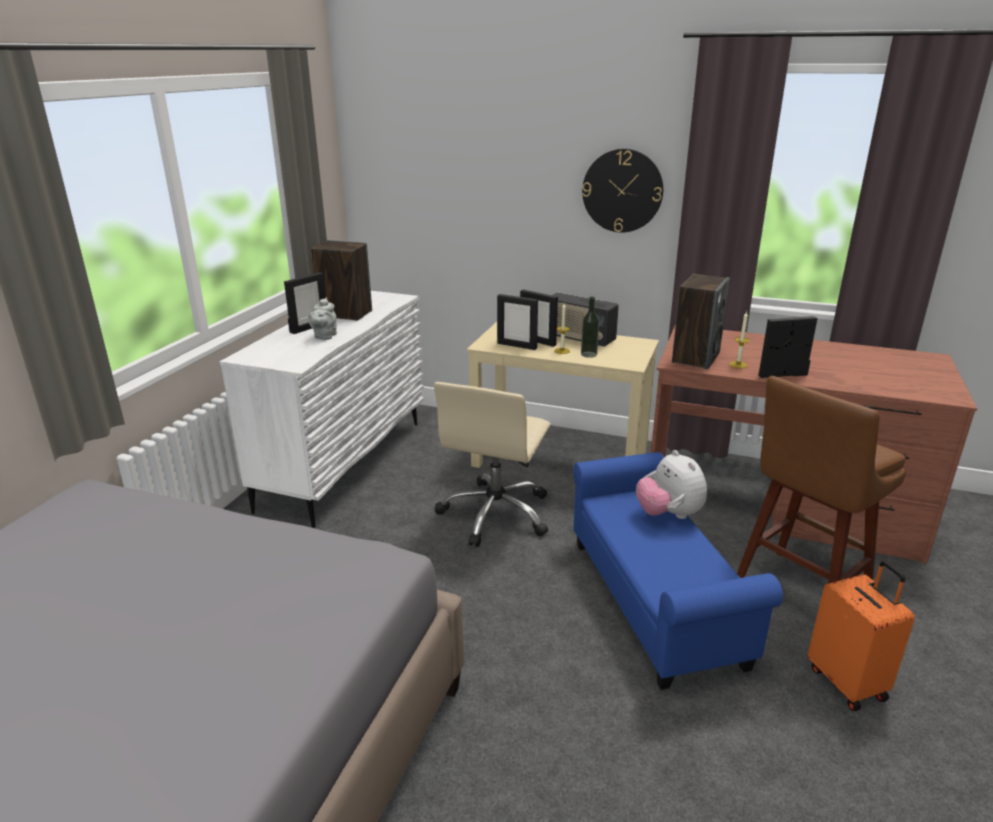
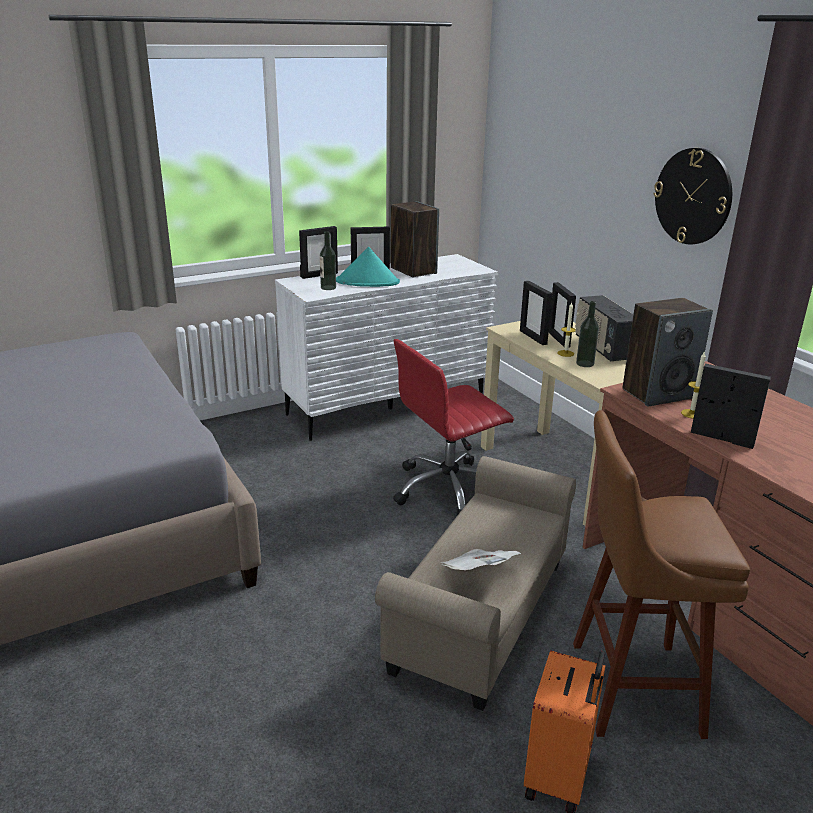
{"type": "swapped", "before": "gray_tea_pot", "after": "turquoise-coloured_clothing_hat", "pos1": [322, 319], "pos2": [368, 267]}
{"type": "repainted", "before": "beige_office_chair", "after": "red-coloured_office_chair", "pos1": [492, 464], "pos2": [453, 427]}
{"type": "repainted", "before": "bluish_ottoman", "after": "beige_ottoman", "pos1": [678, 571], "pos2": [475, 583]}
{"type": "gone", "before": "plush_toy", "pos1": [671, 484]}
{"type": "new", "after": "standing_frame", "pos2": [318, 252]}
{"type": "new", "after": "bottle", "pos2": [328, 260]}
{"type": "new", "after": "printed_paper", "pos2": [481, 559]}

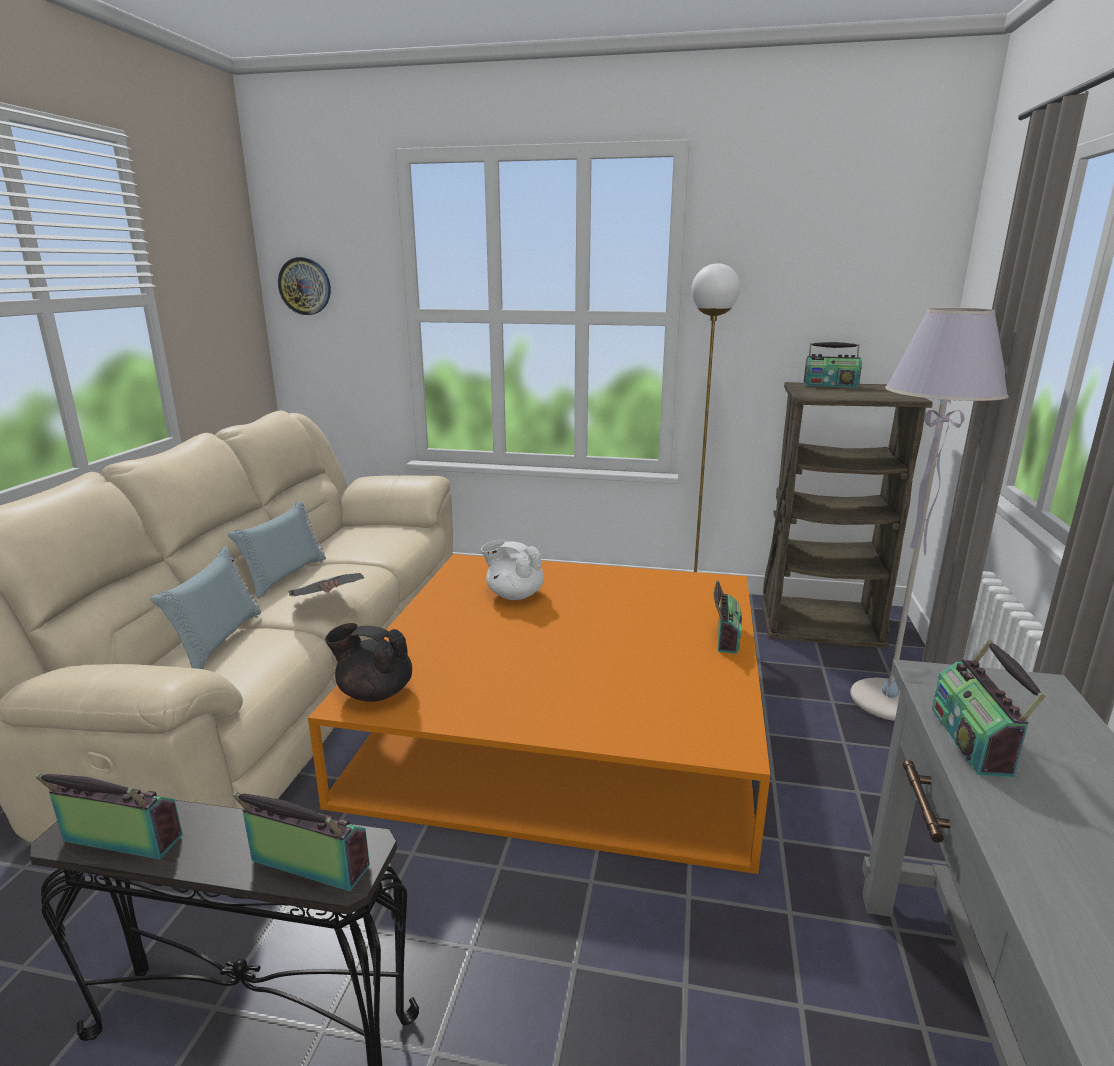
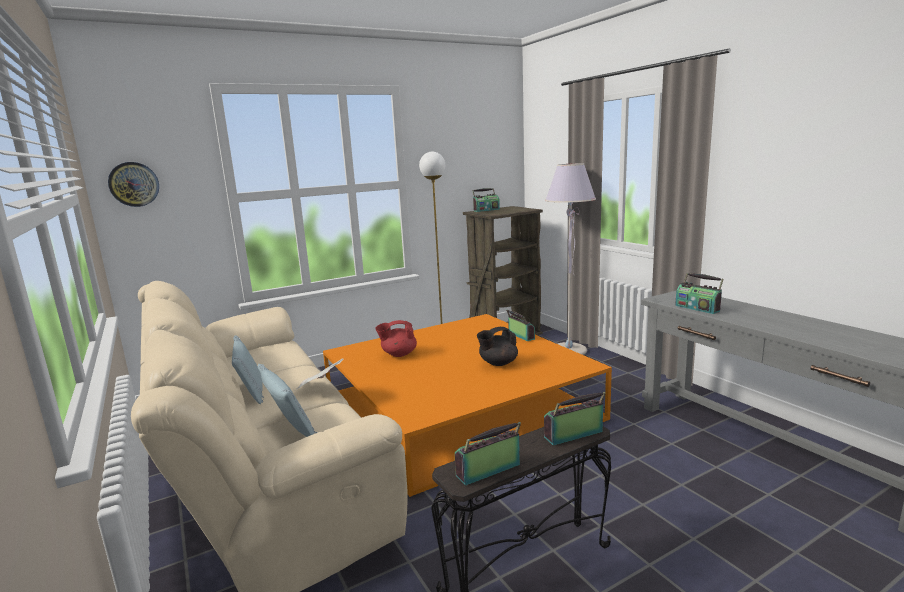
{"type": "shifted", "before": "blackish_tea_pot", "pos1": [368, 662], "pos2": [497, 346]}
{"type": "repainted", "before": "white-coloured_tea_pot", "after": "red-coloured_tea_pot", "pos1": [512, 570], "pos2": [396, 338]}

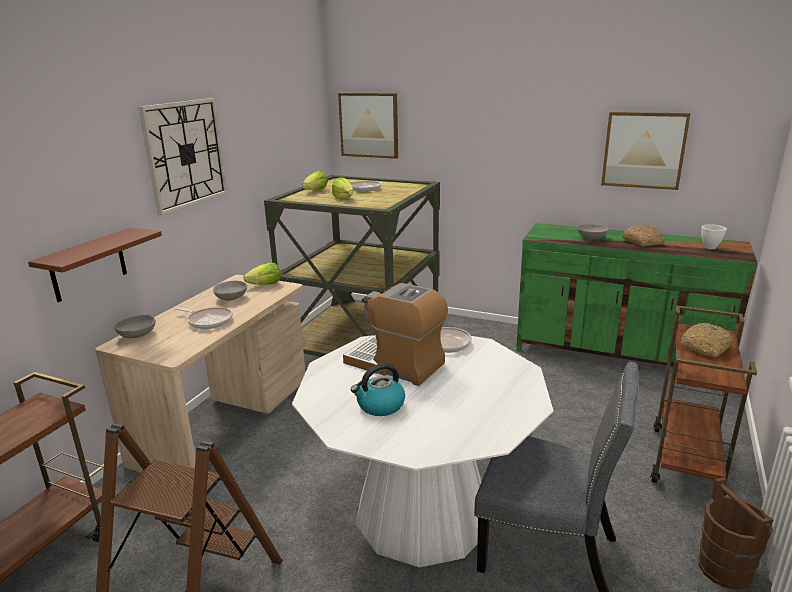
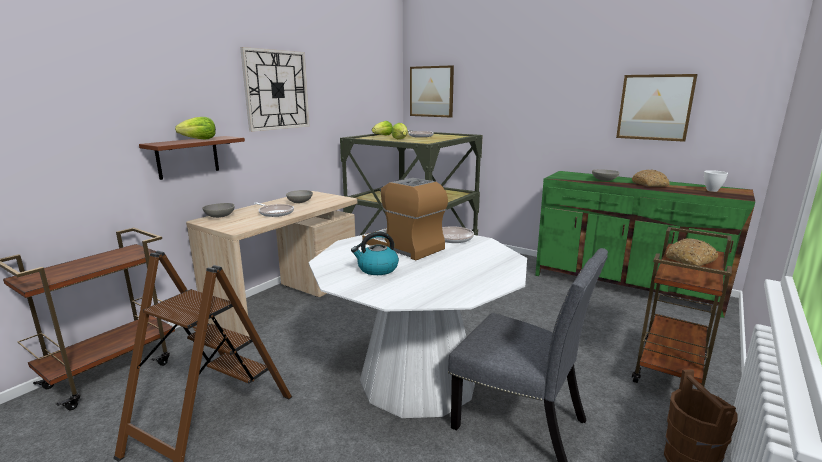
{"type": "shifted", "before": "lettuce", "pos1": [262, 273], "pos2": [195, 128]}

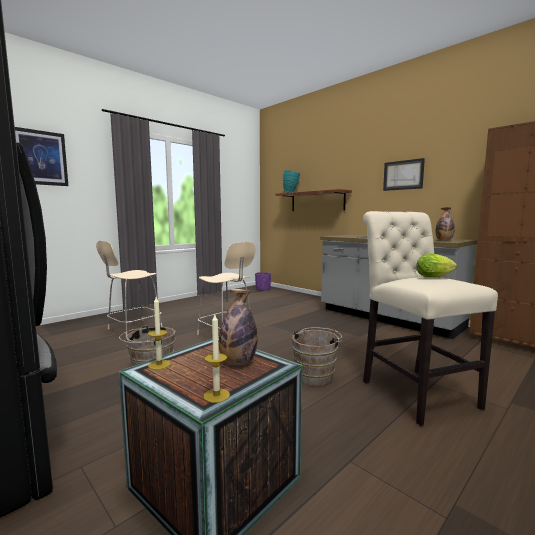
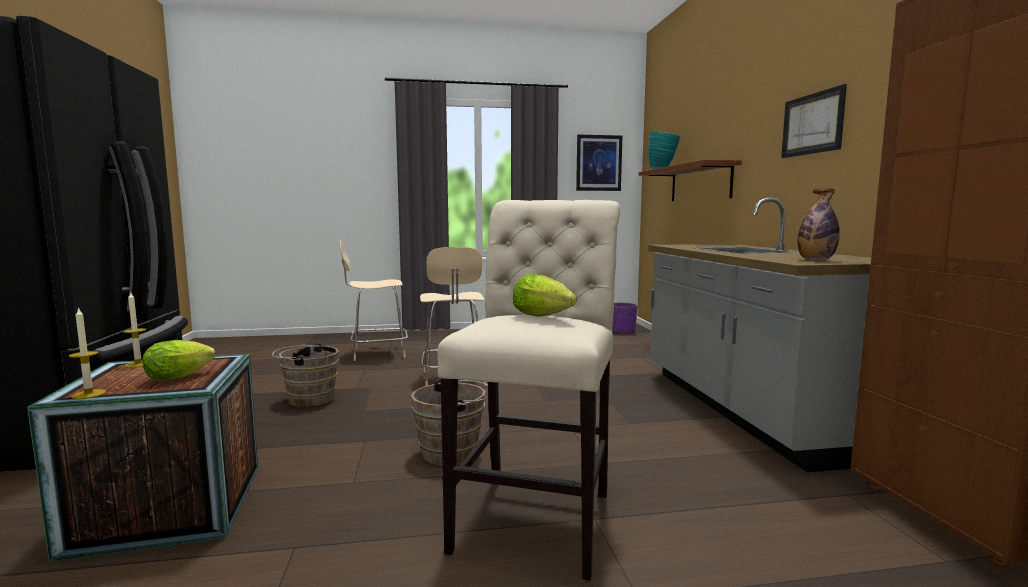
{"type": "shifted", "before": "picture", "pos1": [41, 156], "pos2": [599, 163]}
{"type": "swapped", "before": "bottle", "after": "lettuce", "pos1": [238, 327], "pos2": [178, 360]}

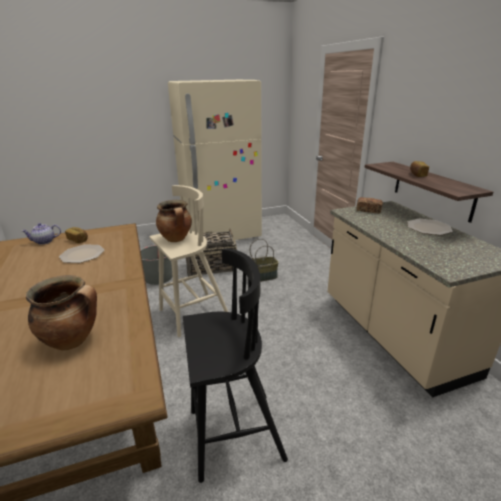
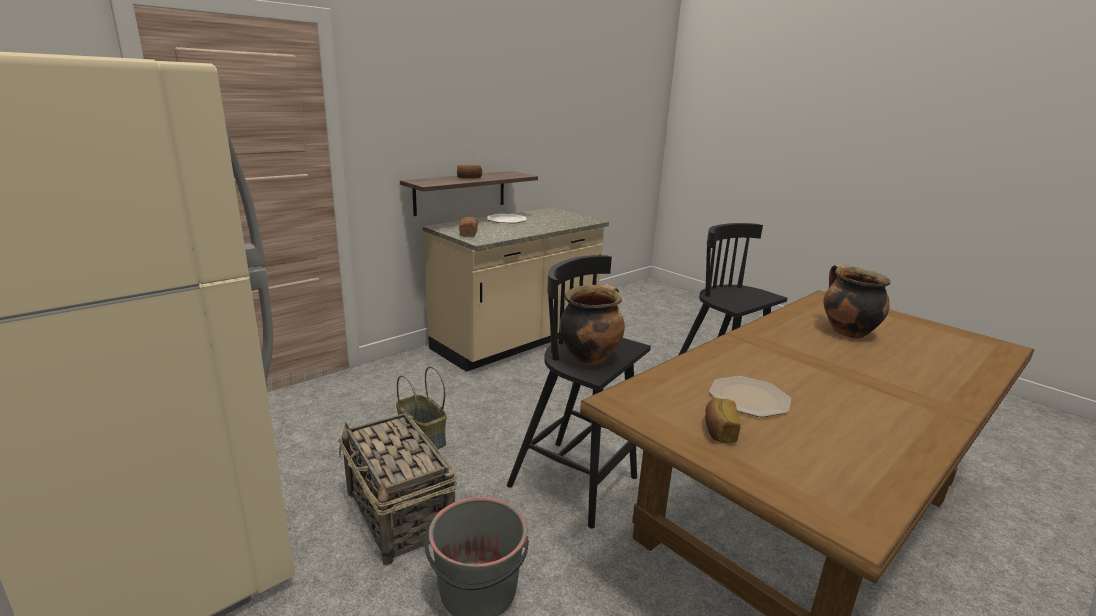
{"type": "gone", "before": "tea_pot", "pos1": [41, 234]}
{"type": "repainted", "before": "beige_stool_seat", "after": "blackish_stool_seat", "pos1": [188, 261], "pos2": [579, 392]}

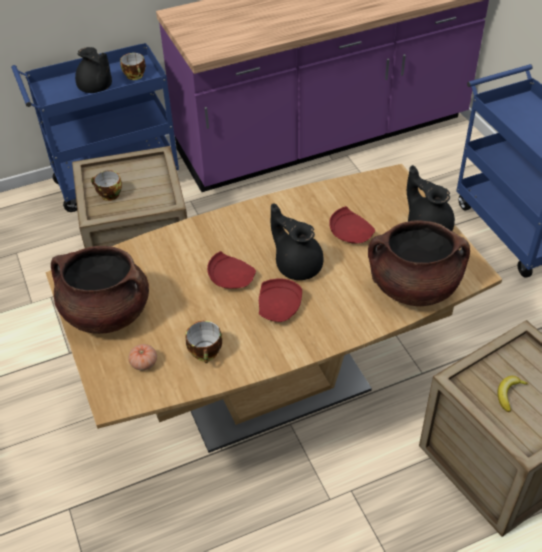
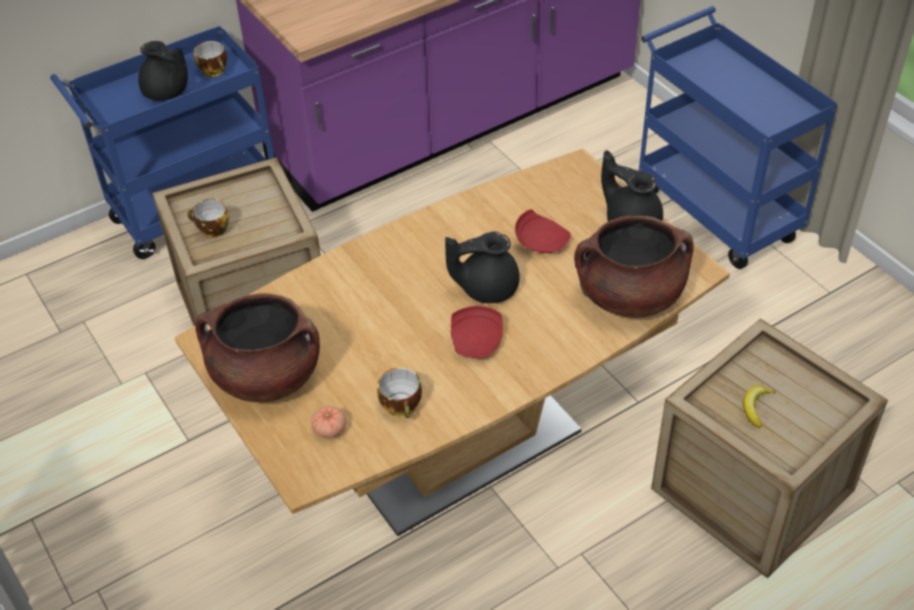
{"type": "gone", "before": "red-coloured_flat_dish", "pos1": [231, 270]}
{"type": "rotated", "before": "blackish_tea_pot", "pos1": [297, 241], "pos2": [482, 267], "turn": -45}

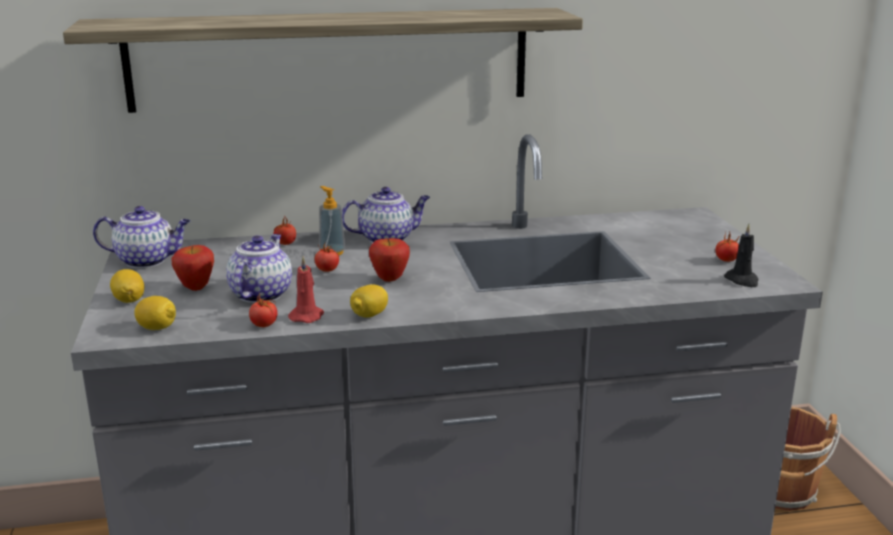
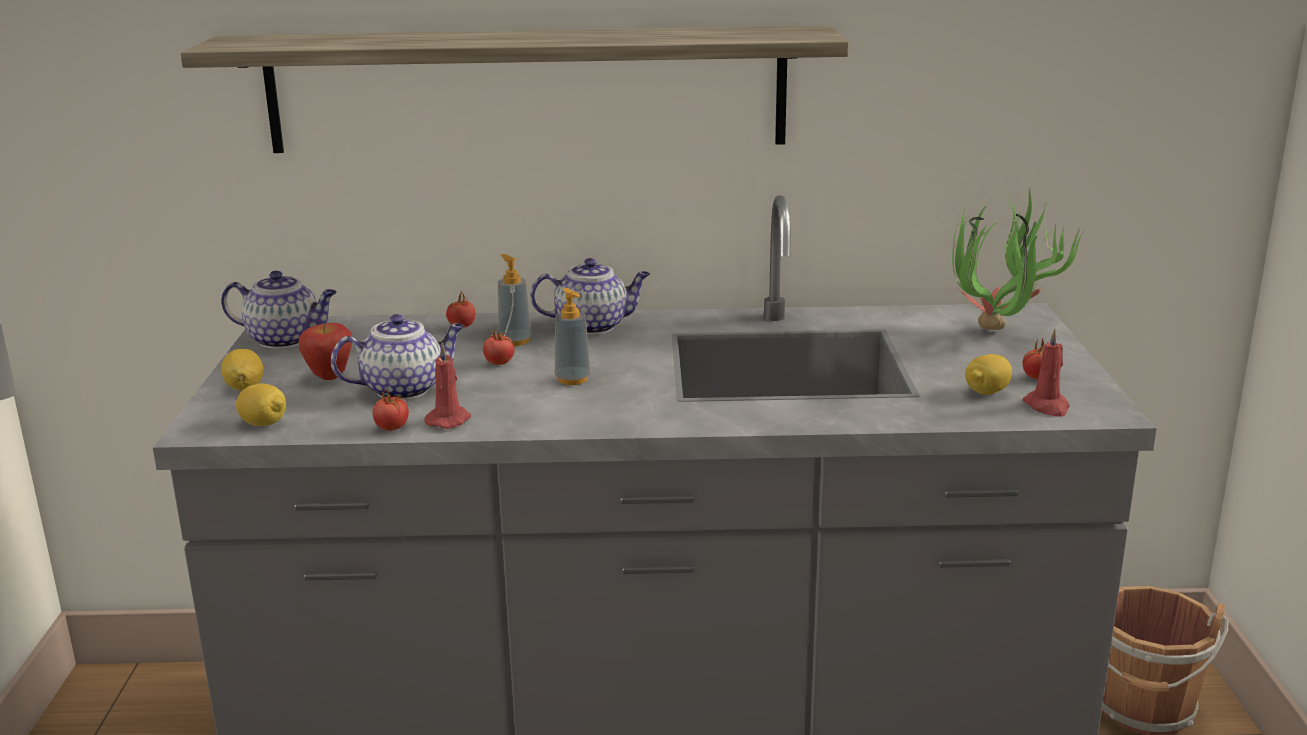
{"type": "rotated", "before": "tea_pot", "pos1": [259, 268], "pos2": [398, 357], "turn": 45}
{"type": "shifted", "before": "citrus_fruit", "pos1": [369, 301], "pos2": [988, 374]}
{"type": "swapped", "before": "apple", "after": "soap_dispenser", "pos1": [389, 260], "pos2": [573, 336]}
{"type": "repainted", "before": "blackish_wax_candle", "after": "red-coloured_wax_candle", "pos1": [741, 255], "pos2": [1046, 372]}
{"type": "new", "after": "houseplant", "pos2": [1018, 259]}

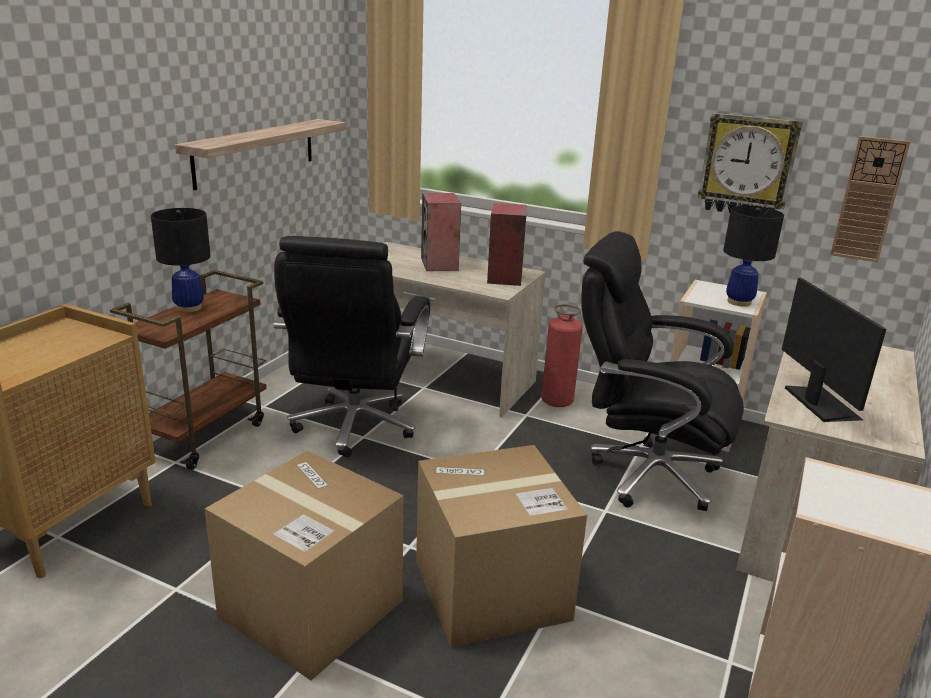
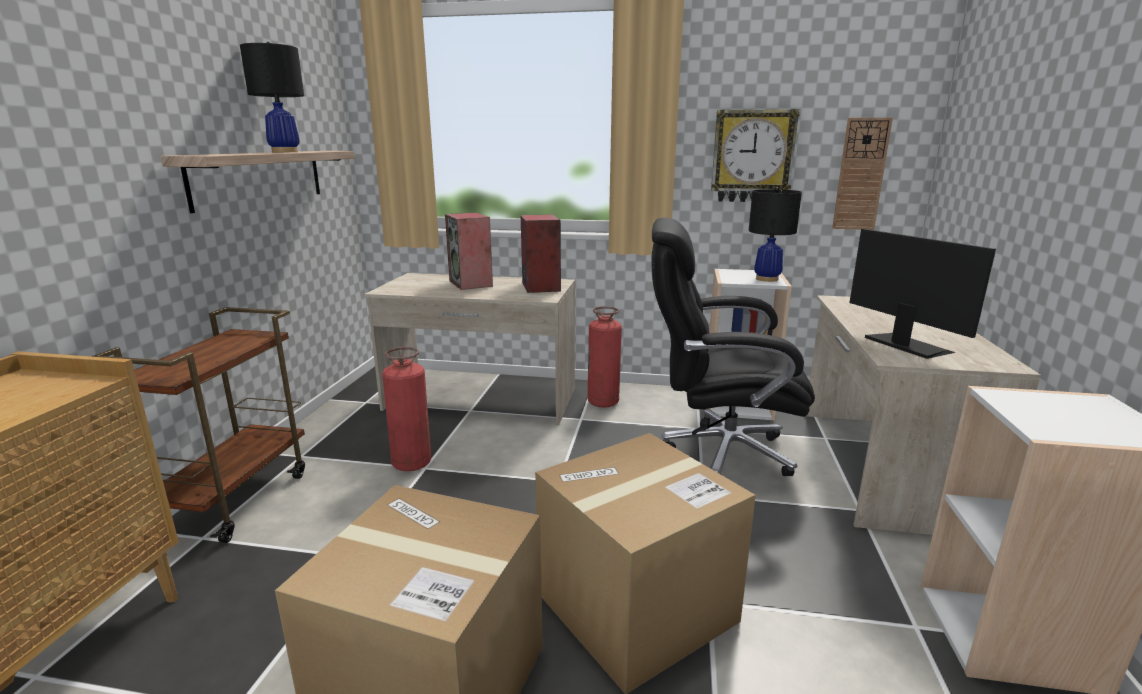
{"type": "shifted", "before": "blackish_lamp_for_a_table", "pos1": [180, 260], "pos2": [272, 97]}
{"type": "swapped", "before": "blackish_office_chair", "after": "extinguisher", "pos1": [352, 347], "pos2": [406, 409]}

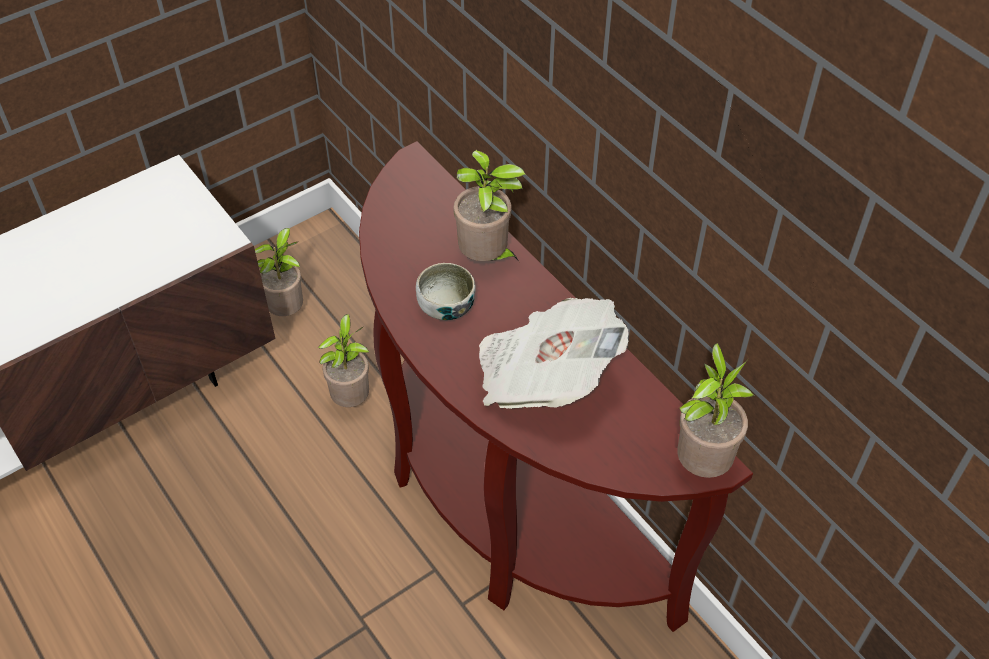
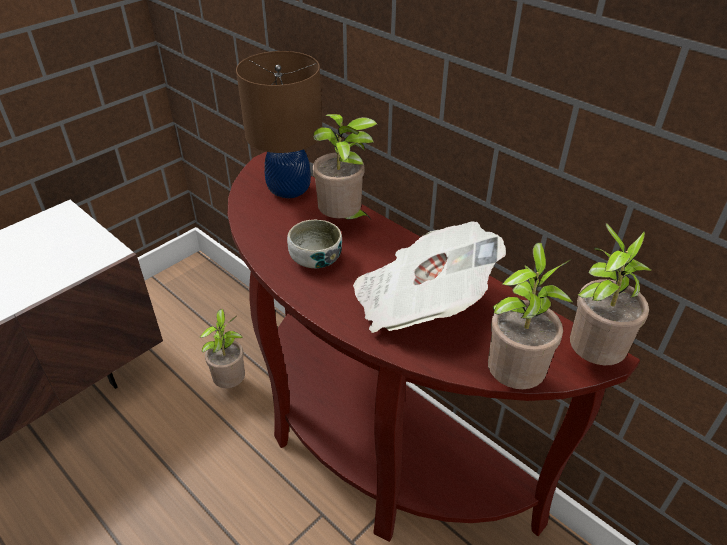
{"type": "shifted", "before": "houseplant", "pos1": [279, 272], "pos2": [530, 316]}
{"type": "new", "after": "brown_lamp_for_a_table", "pos2": [279, 125]}

